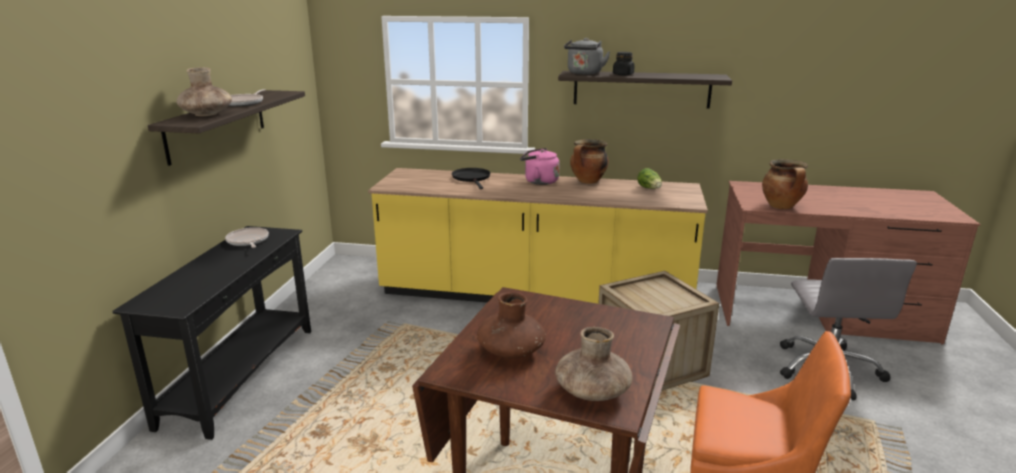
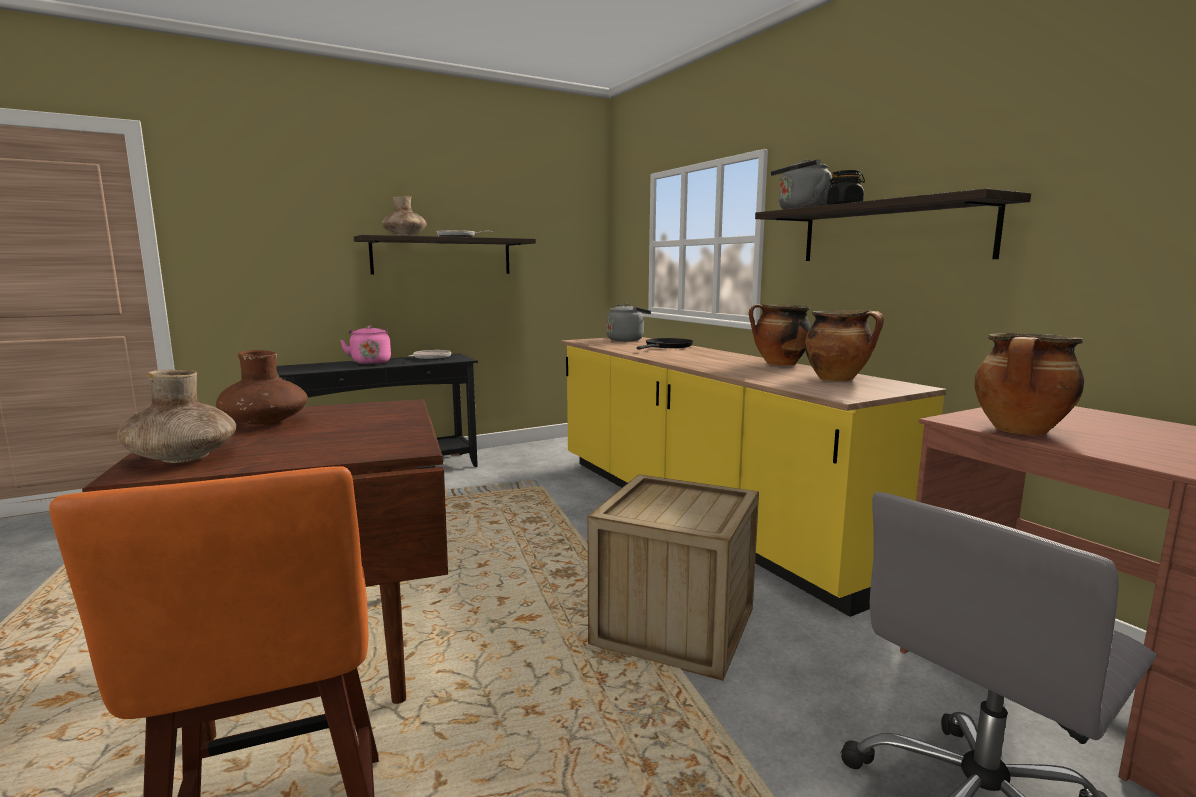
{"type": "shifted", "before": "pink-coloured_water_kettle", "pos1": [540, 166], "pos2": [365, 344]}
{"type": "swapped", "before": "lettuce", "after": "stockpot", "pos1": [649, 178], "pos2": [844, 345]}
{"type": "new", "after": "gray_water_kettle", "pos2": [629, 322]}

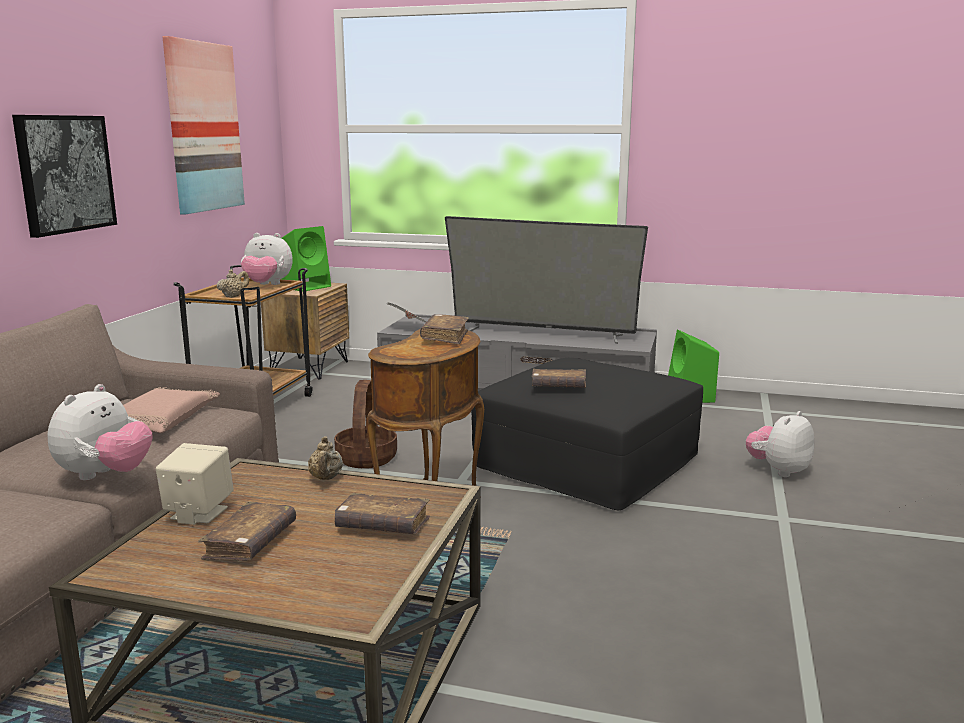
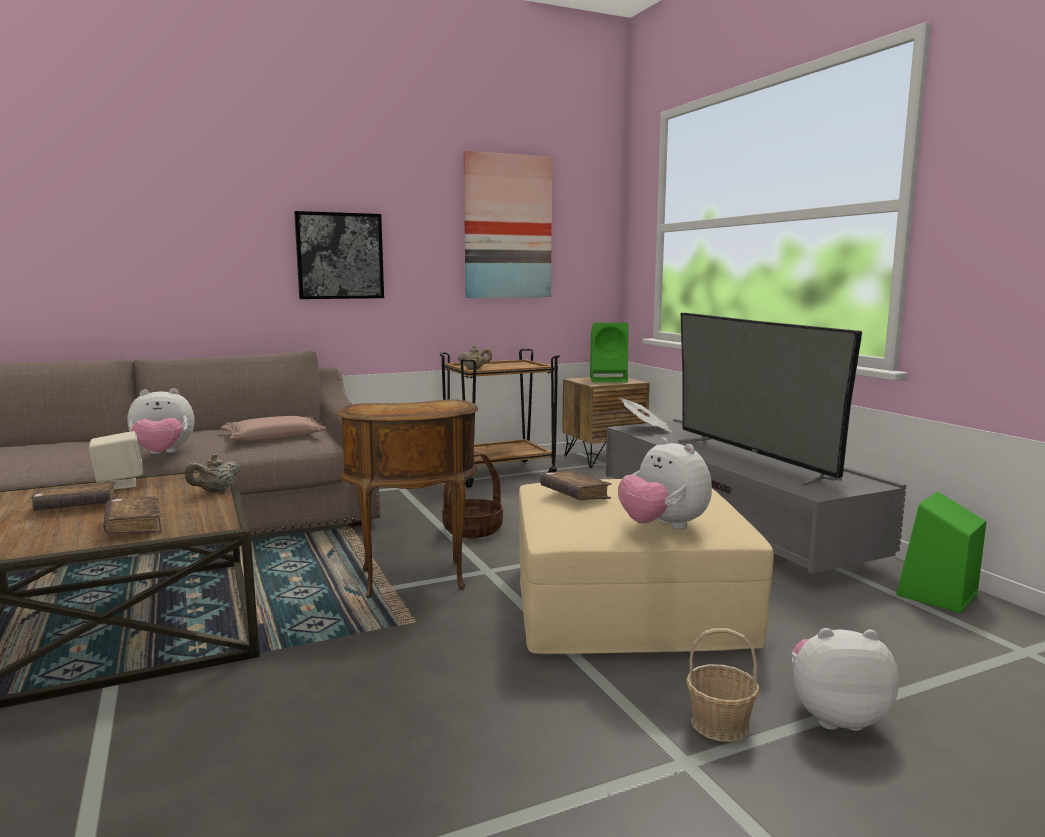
{"type": "shifted", "before": "plush_toy", "pos1": [267, 259], "pos2": [665, 483]}
{"type": "gone", "before": "brown_volume", "pos1": [444, 329]}
{"type": "repainted", "before": "blackish_ottoman", "after": "beige_ottoman", "pos1": [587, 434], "pos2": [646, 566]}
{"type": "new", "after": "household_basket", "pos2": [723, 685]}

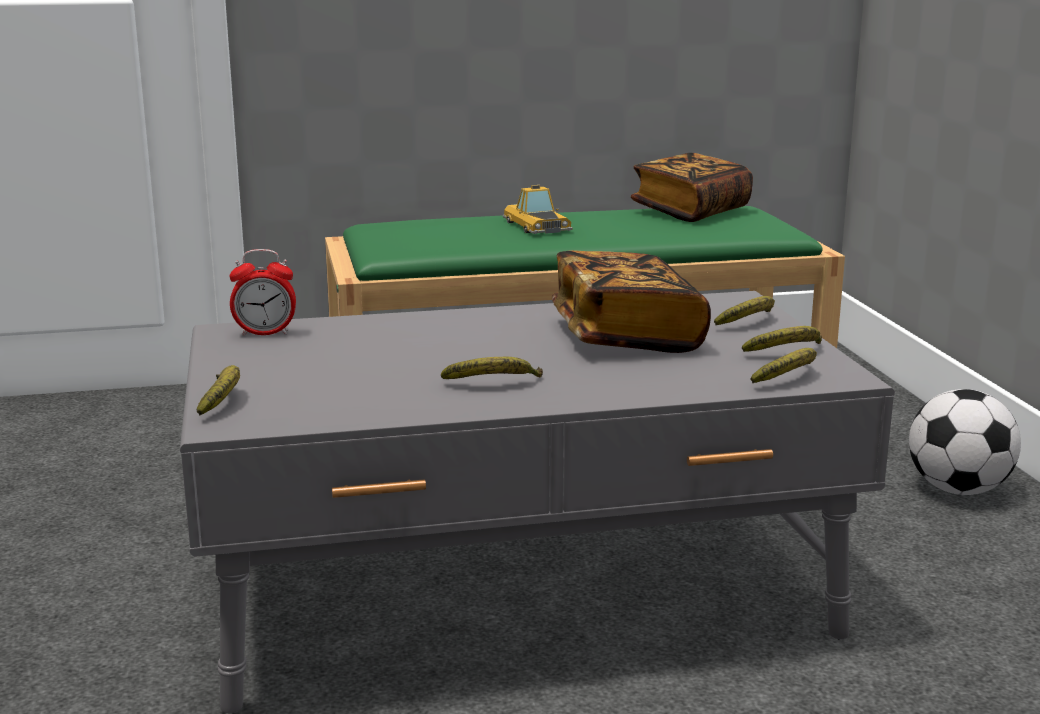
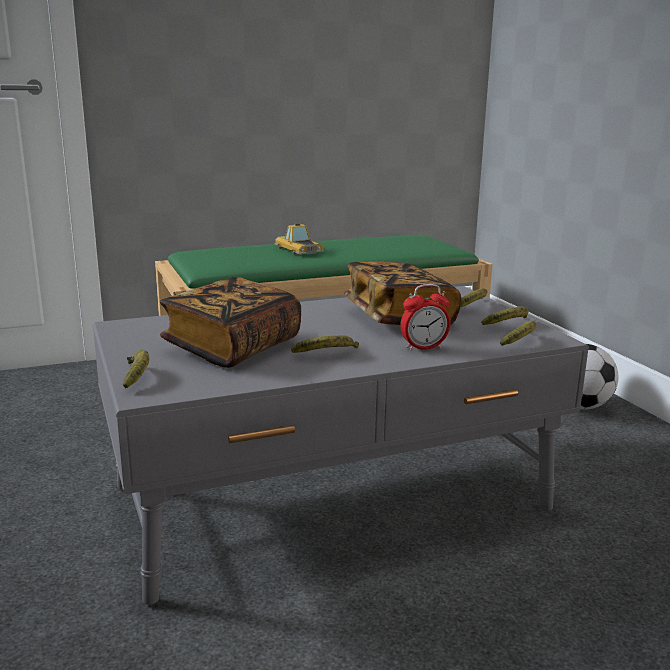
{"type": "shifted", "before": "bedside_clock", "pos1": [263, 292], "pos2": [425, 317]}
{"type": "shifted", "before": "volume", "pos1": [692, 187], "pos2": [230, 322]}

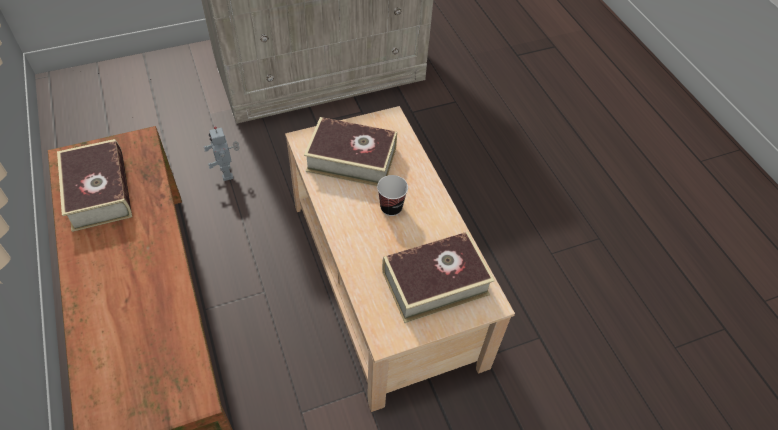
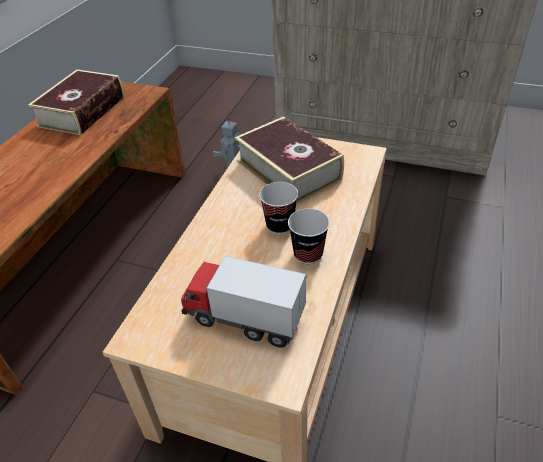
{"type": "swapped", "before": "volume", "after": "model_truck", "pos1": [438, 277], "pos2": [243, 301]}
{"type": "new", "after": "cup", "pos2": [309, 236]}

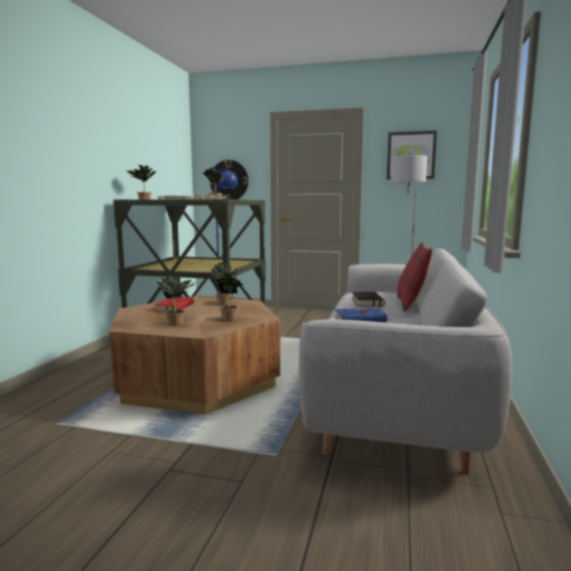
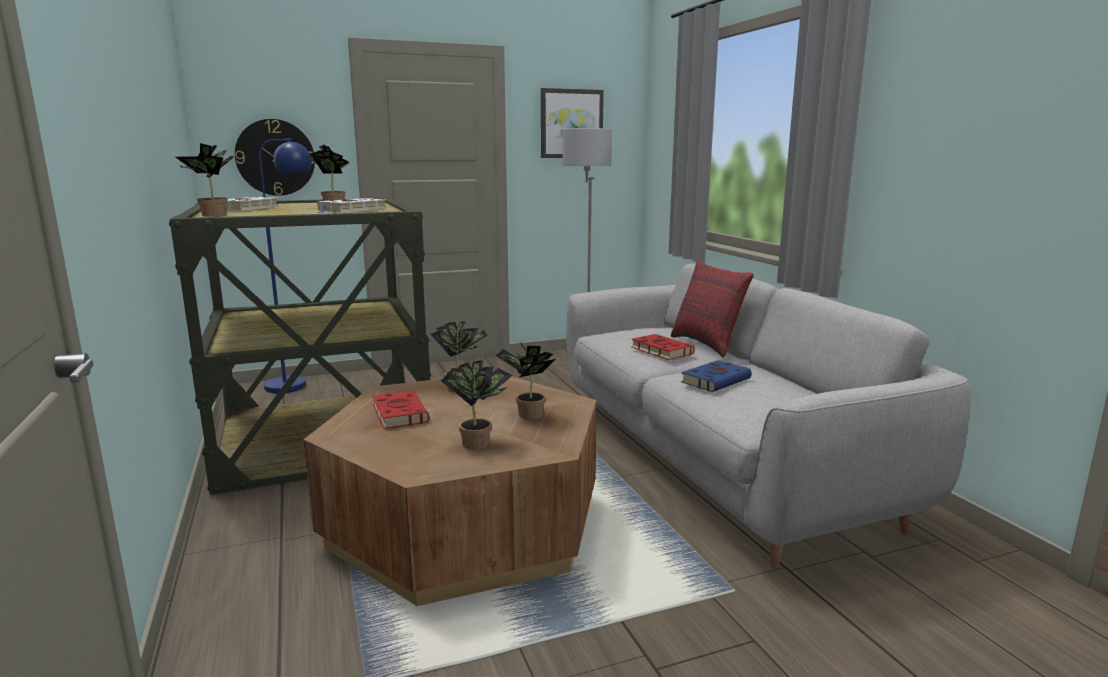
{"type": "repainted", "before": "blackish_volume", "after": "red-coloured_volume", "pos1": [368, 299], "pos2": [663, 347]}

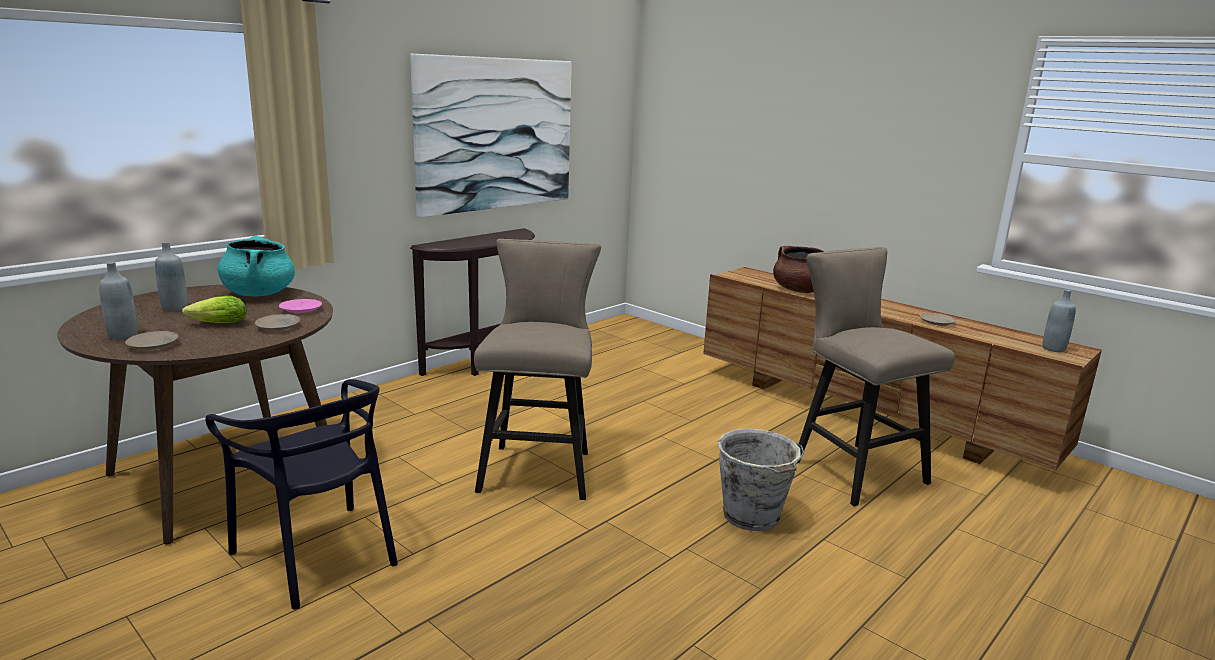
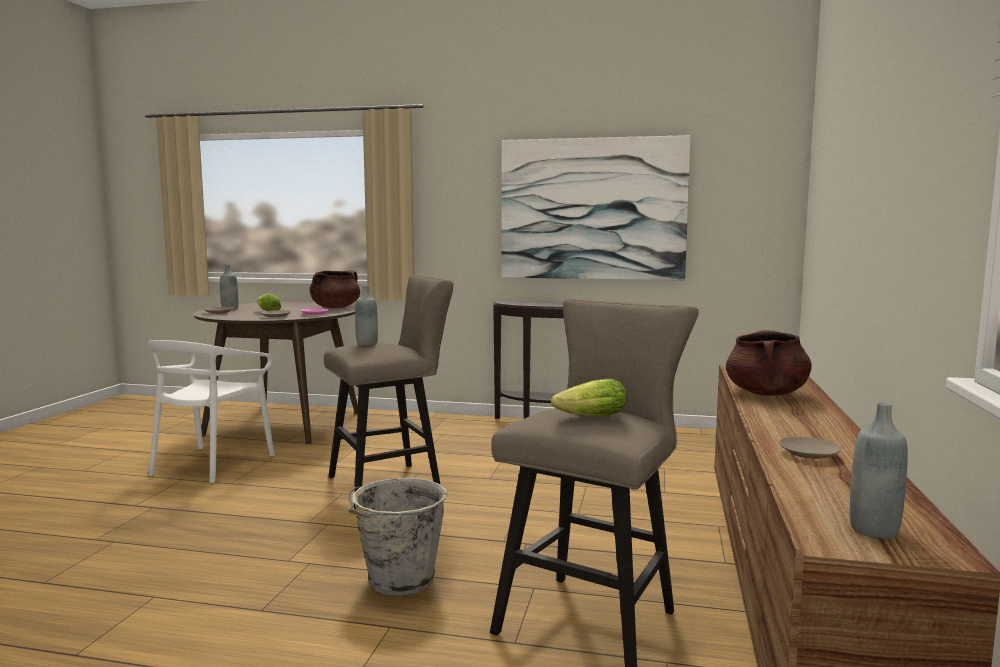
{"type": "shifted", "before": "gray_bottle", "pos1": [171, 277], "pos2": [366, 315]}
{"type": "repainted", "before": "blackish_chair", "after": "white-coloured_chair", "pos1": [301, 494], "pos2": [211, 411]}
{"type": "repainted", "before": "turquoise-coloured_stockpot", "after": "brown_stockpot", "pos1": [256, 266], "pos2": [335, 289]}
{"type": "new", "after": "lettuce", "pos2": [589, 397]}

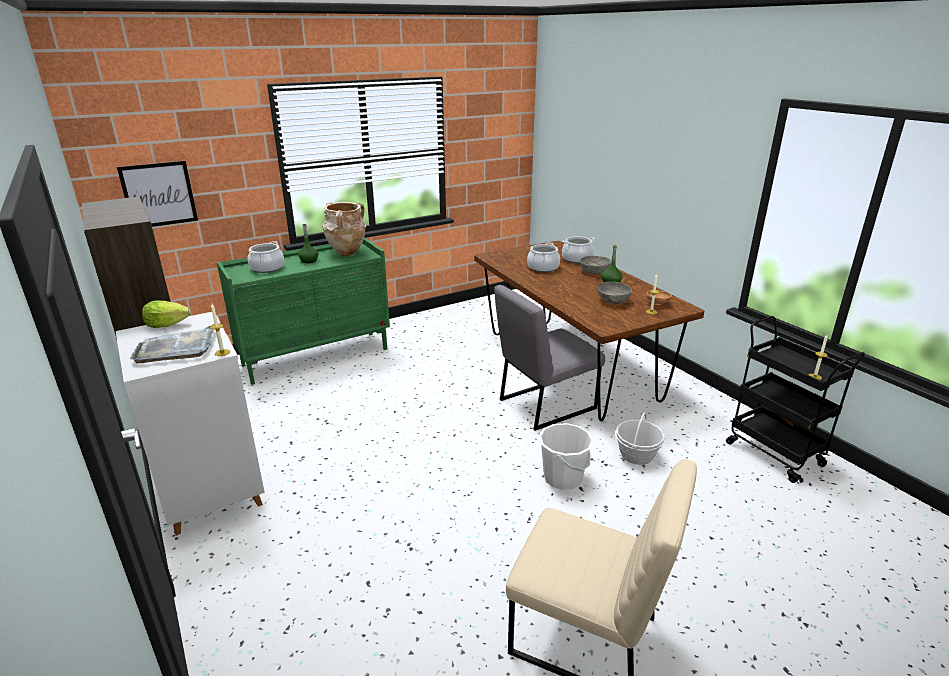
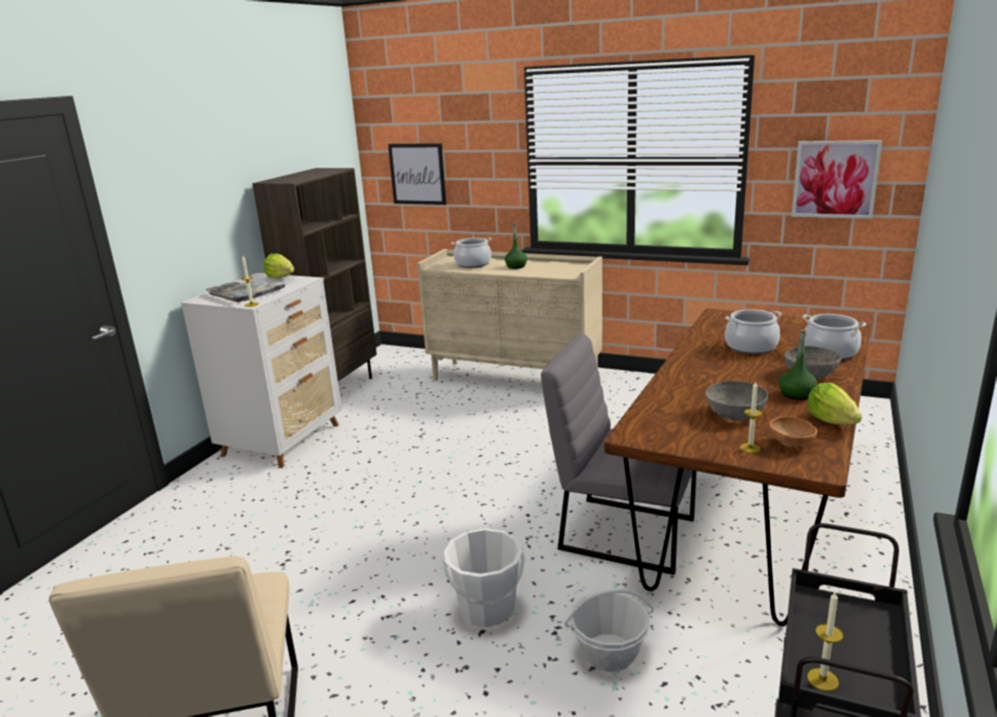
{"type": "repainted", "before": "green-coloured_cabinet", "after": "beige_cabinet", "pos1": [303, 311], "pos2": [509, 315]}
{"type": "gone", "before": "beige_vase", "pos1": [344, 229]}
{"type": "new", "after": "picture", "pos2": [836, 179]}
{"type": "new", "after": "lettuce", "pos2": [834, 404]}

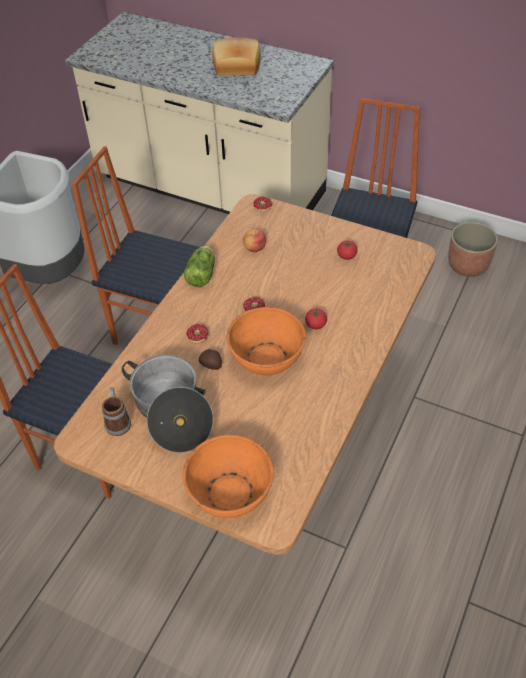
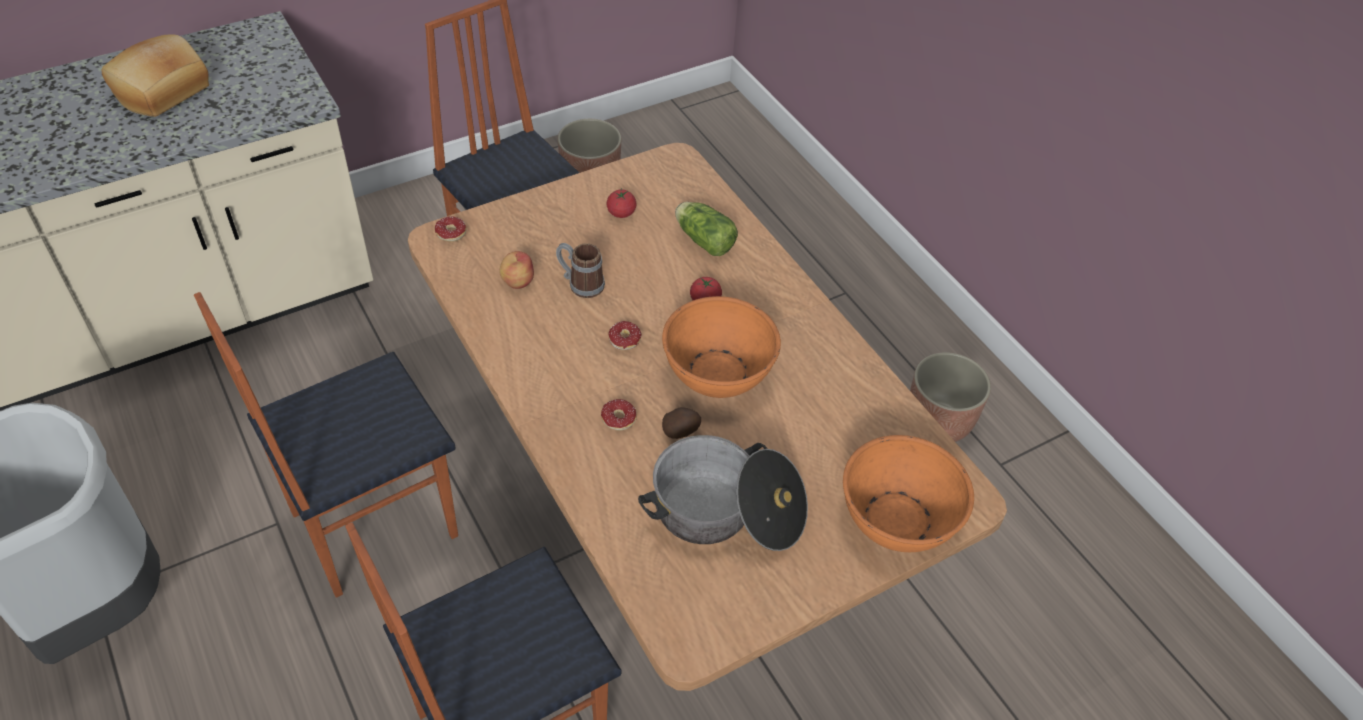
{"type": "shifted", "before": "tea_mug", "pos1": [116, 412], "pos2": [580, 270]}
{"type": "shifted", "before": "lettuce", "pos1": [199, 266], "pos2": [706, 229]}
{"type": "new", "after": "plant_pot", "pos2": [950, 397]}

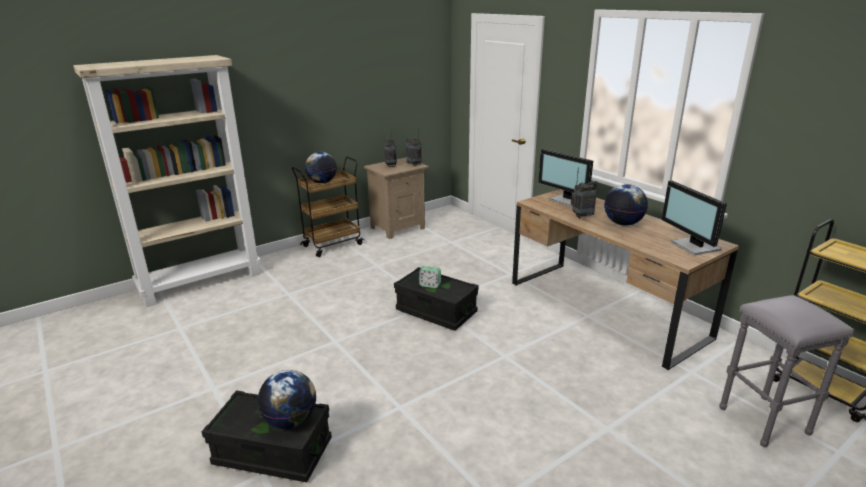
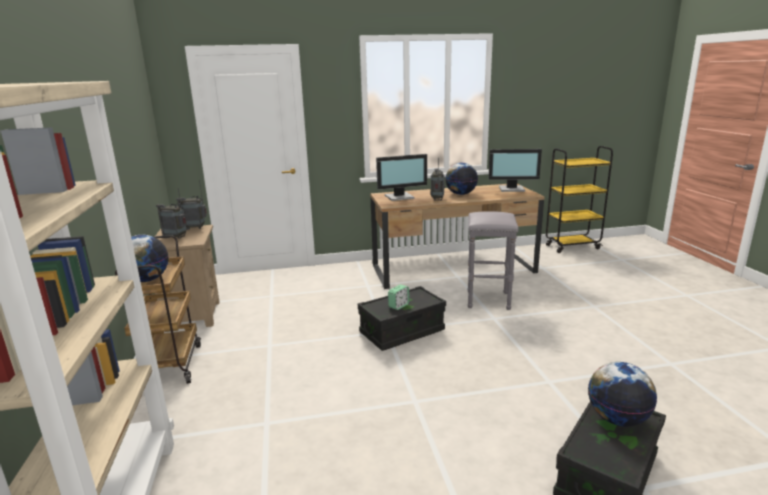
{"type": "shifted", "before": "gray_stool_seat", "pos1": [787, 371], "pos2": [493, 260]}

